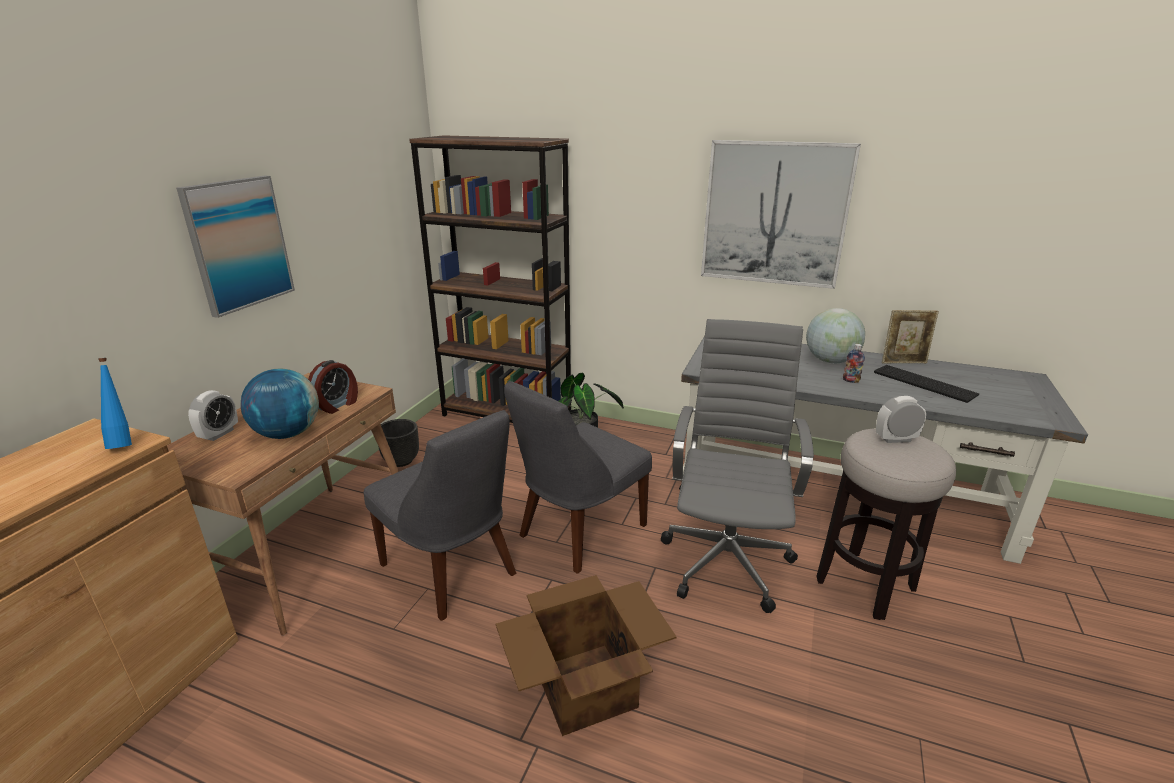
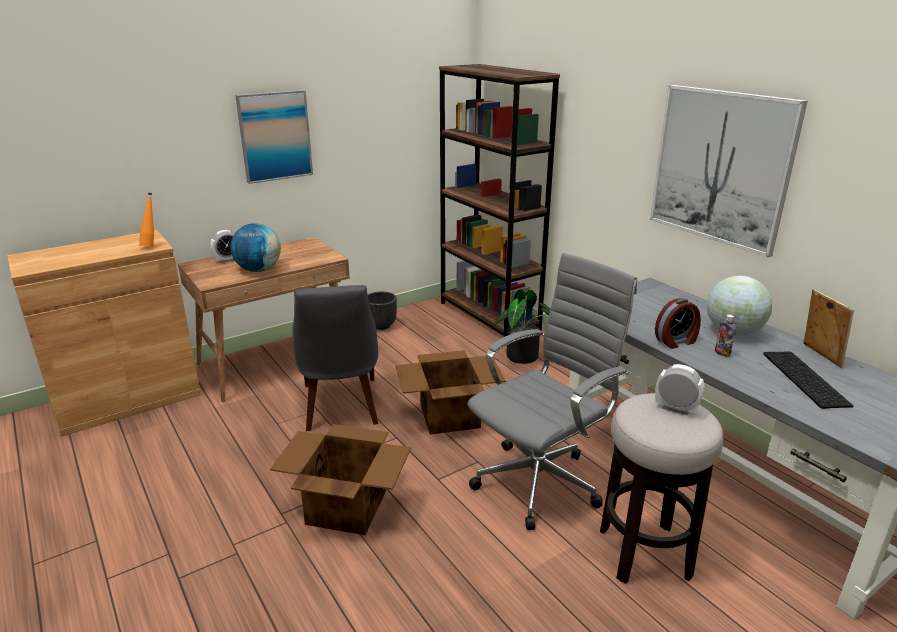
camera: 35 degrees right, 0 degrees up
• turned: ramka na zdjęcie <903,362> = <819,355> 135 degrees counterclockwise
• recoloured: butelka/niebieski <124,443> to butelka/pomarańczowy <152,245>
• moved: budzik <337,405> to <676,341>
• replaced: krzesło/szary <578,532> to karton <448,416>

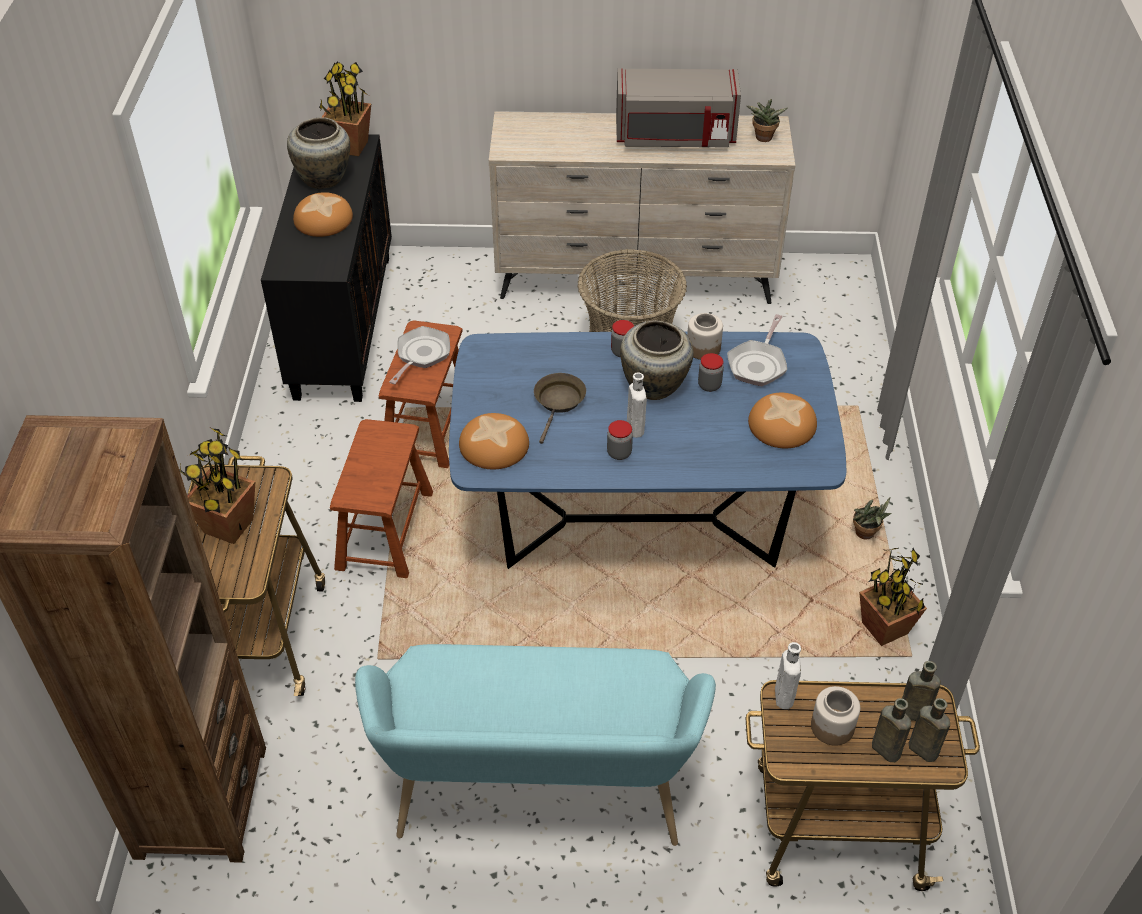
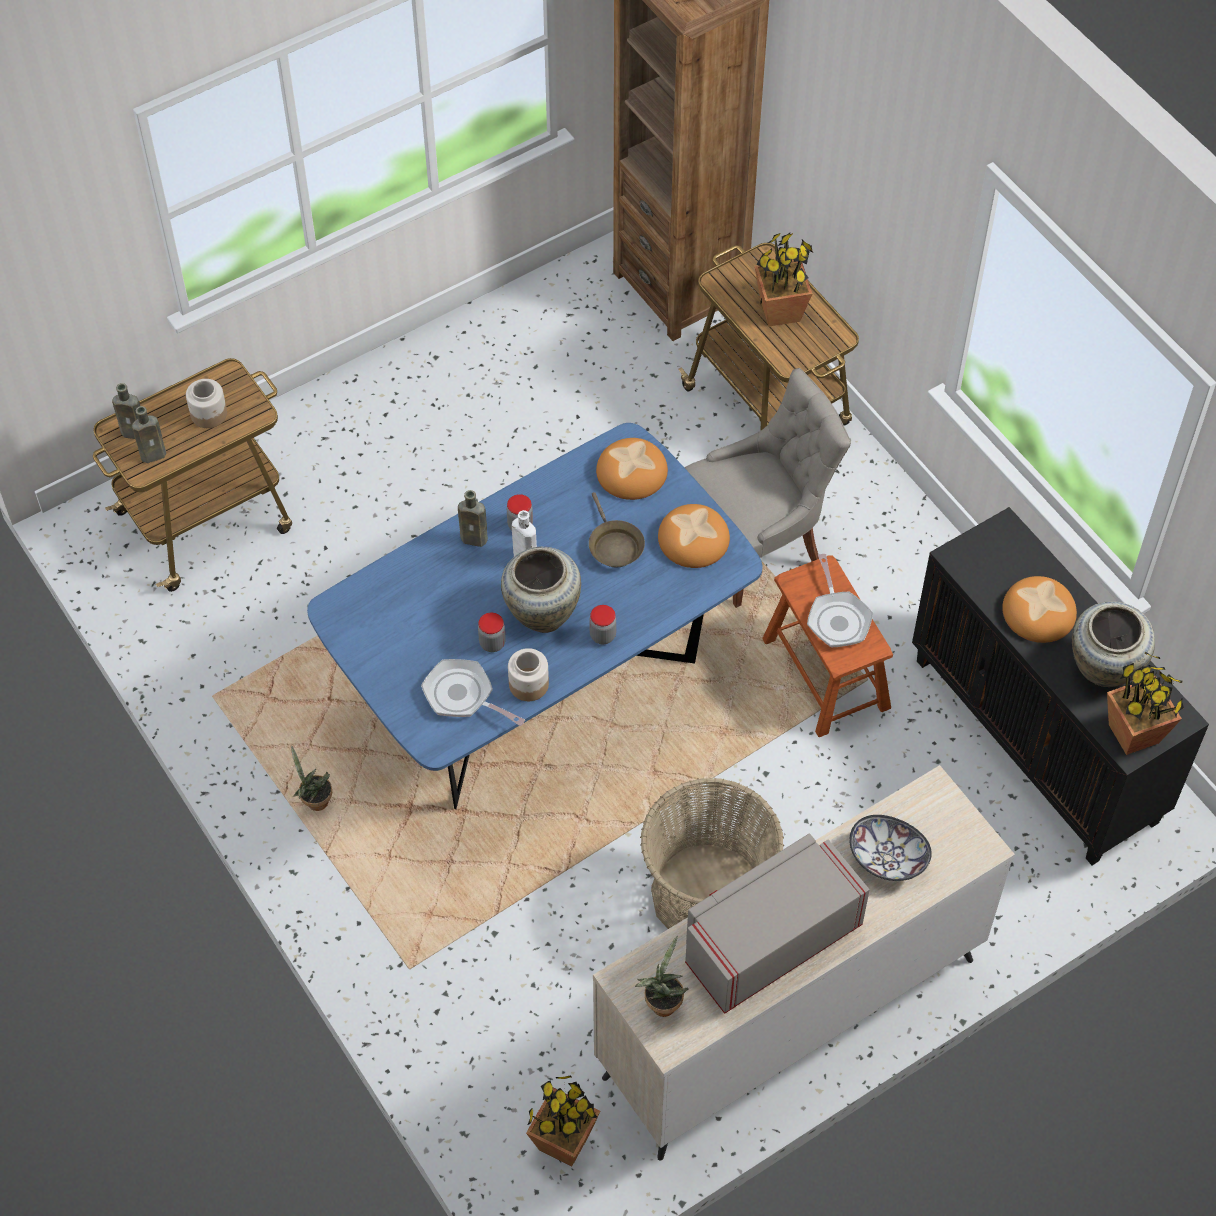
camera: 145 degrees right, 10 degrees up
• turned: patelnia <758,364> = <463,696> 45 degrees counterclockwise
• moved: chleb <781,424> to <694,540>
• replaced: stołek/brązowy <385,530> to krzesło/szary <757,547>
• moved: roślina doniczkowa <885,629> to <563,1142>
• removed: butelka/biały <784,698>
• removed: ławka/turkusowy <537,795>
• moved: butelka/brązowy <883,749> to <476,539>
• added: miska <887,859>

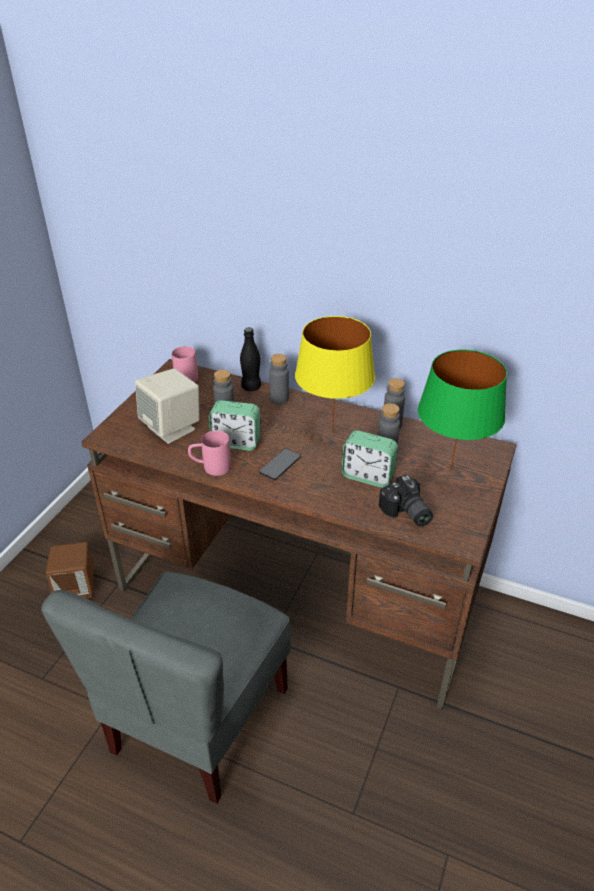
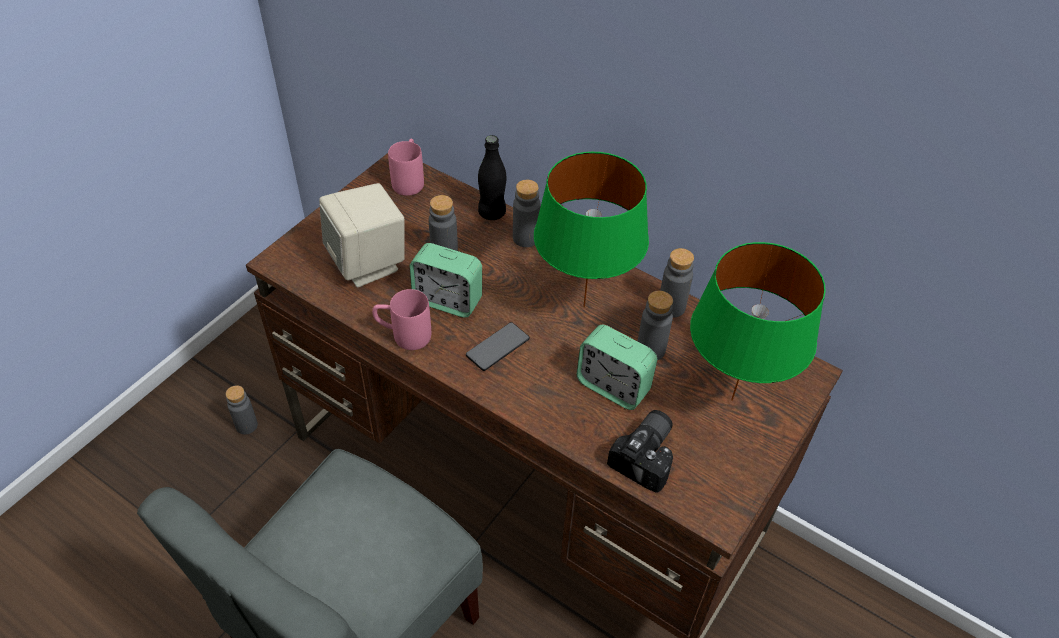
camera: 10 degrees right, 10 degrees up
• recoloured: lampa stołowa/żółty <332,433> to lampa stołowa/zielony <583,307>
• turned: aparat fotograficzny <406,513> = <648,456> 135 degrees counterclockwise
• replaced: głośnik/brązowy <77,588> to butelka/szary <246,425>

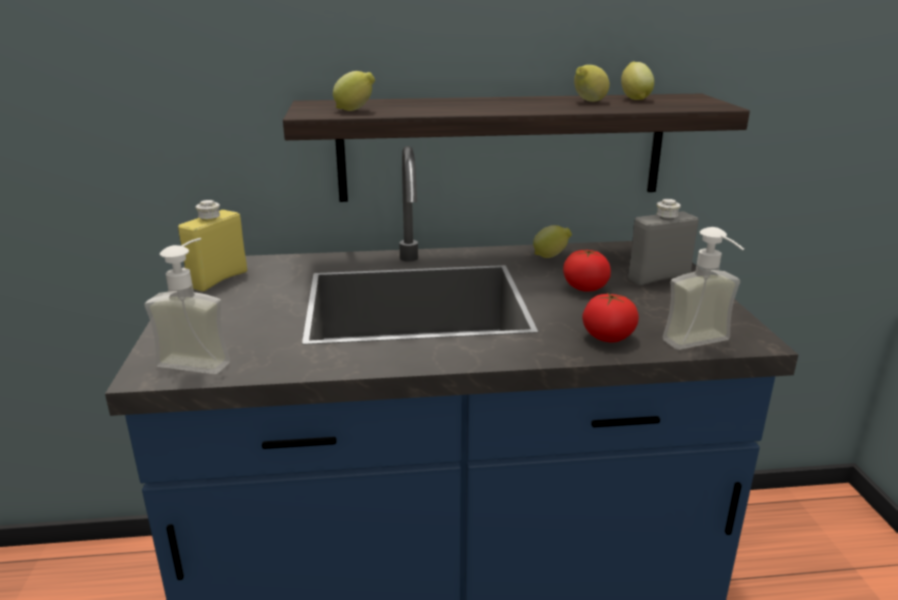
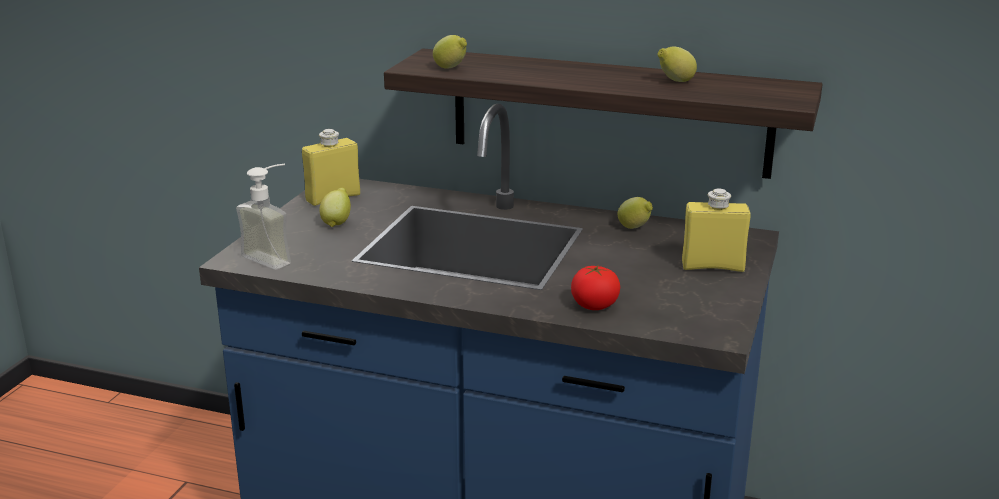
camera: 25 degrees right, 0 degrees up
• moved: cytryna <634,99> to <337,222>
• recoloured: butelka/szary <658,278> to butelka/żółty <712,266>
• removed: dozownik mydła <704,346>
• removed: pomidor <585,288>

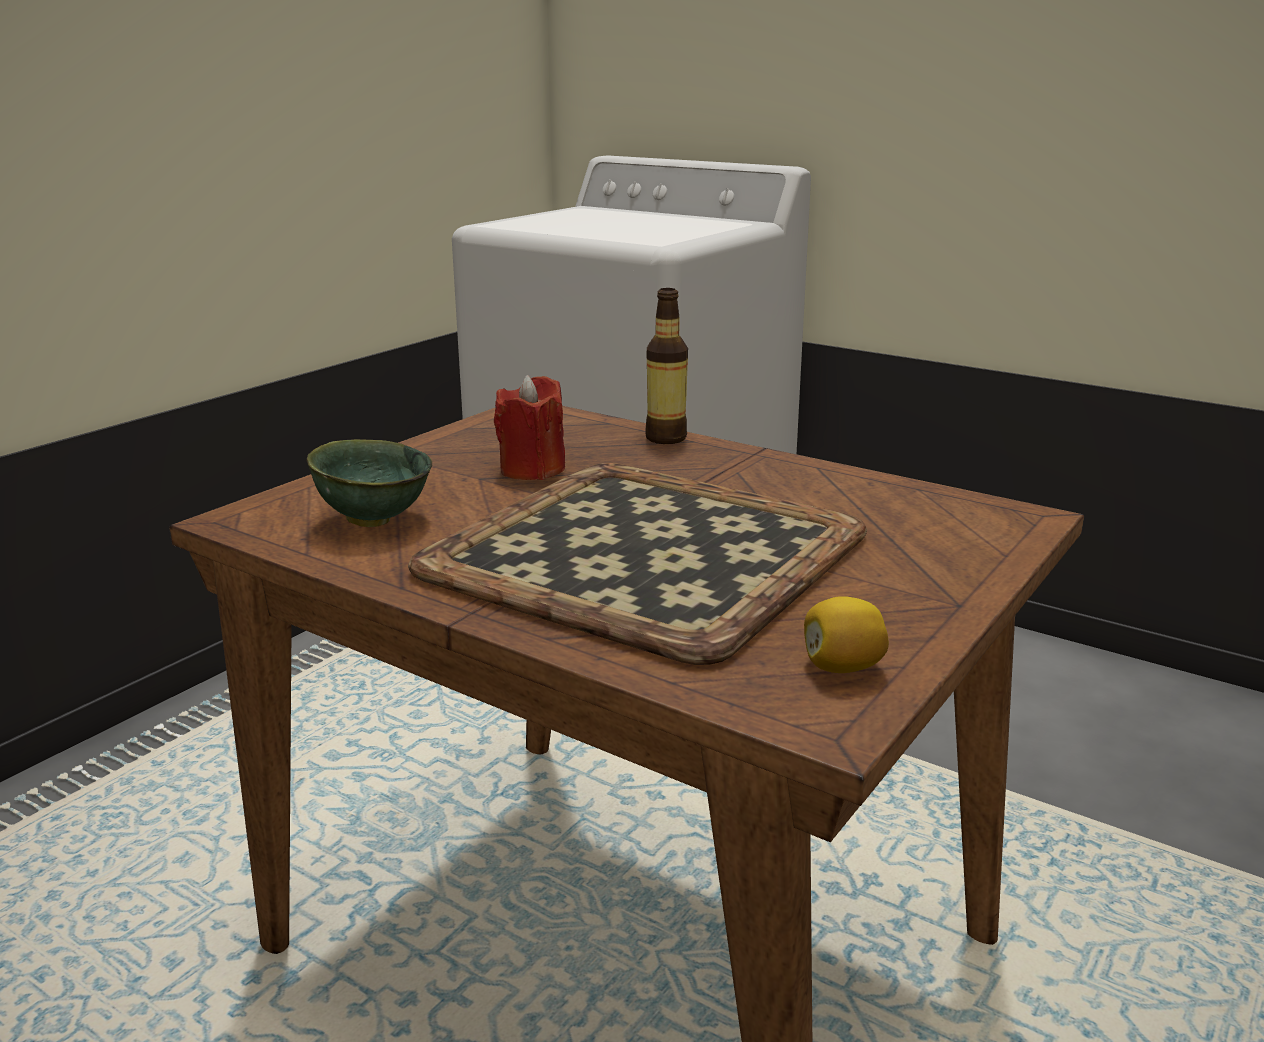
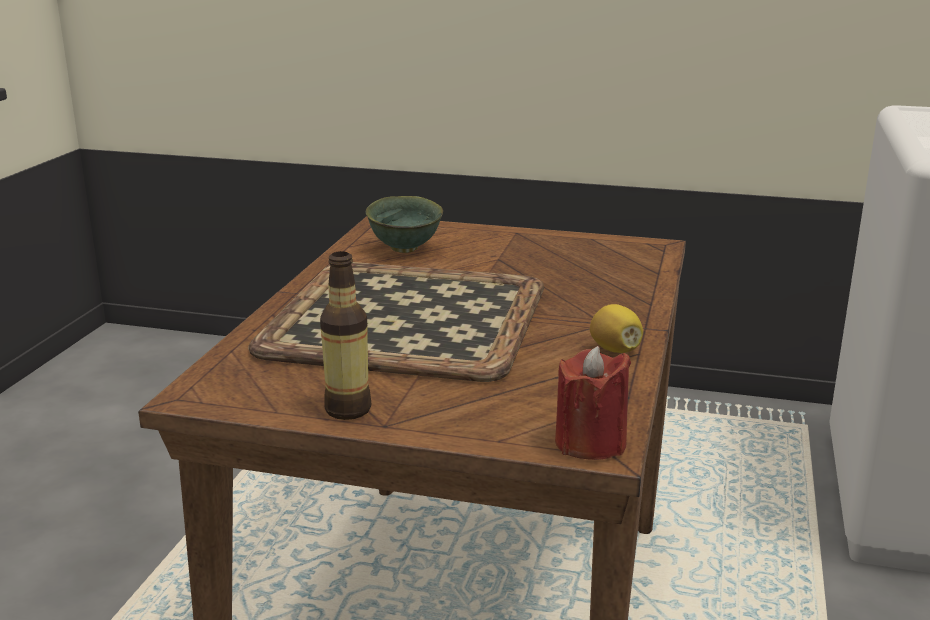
camera: 70 degrees right, 0 degrees up
• moved: butelka <665,438> to <348,409>
• moved: świeca/czerwony <532,469> to <590,443>
• moved: cytryna <841,667> to <615,350>

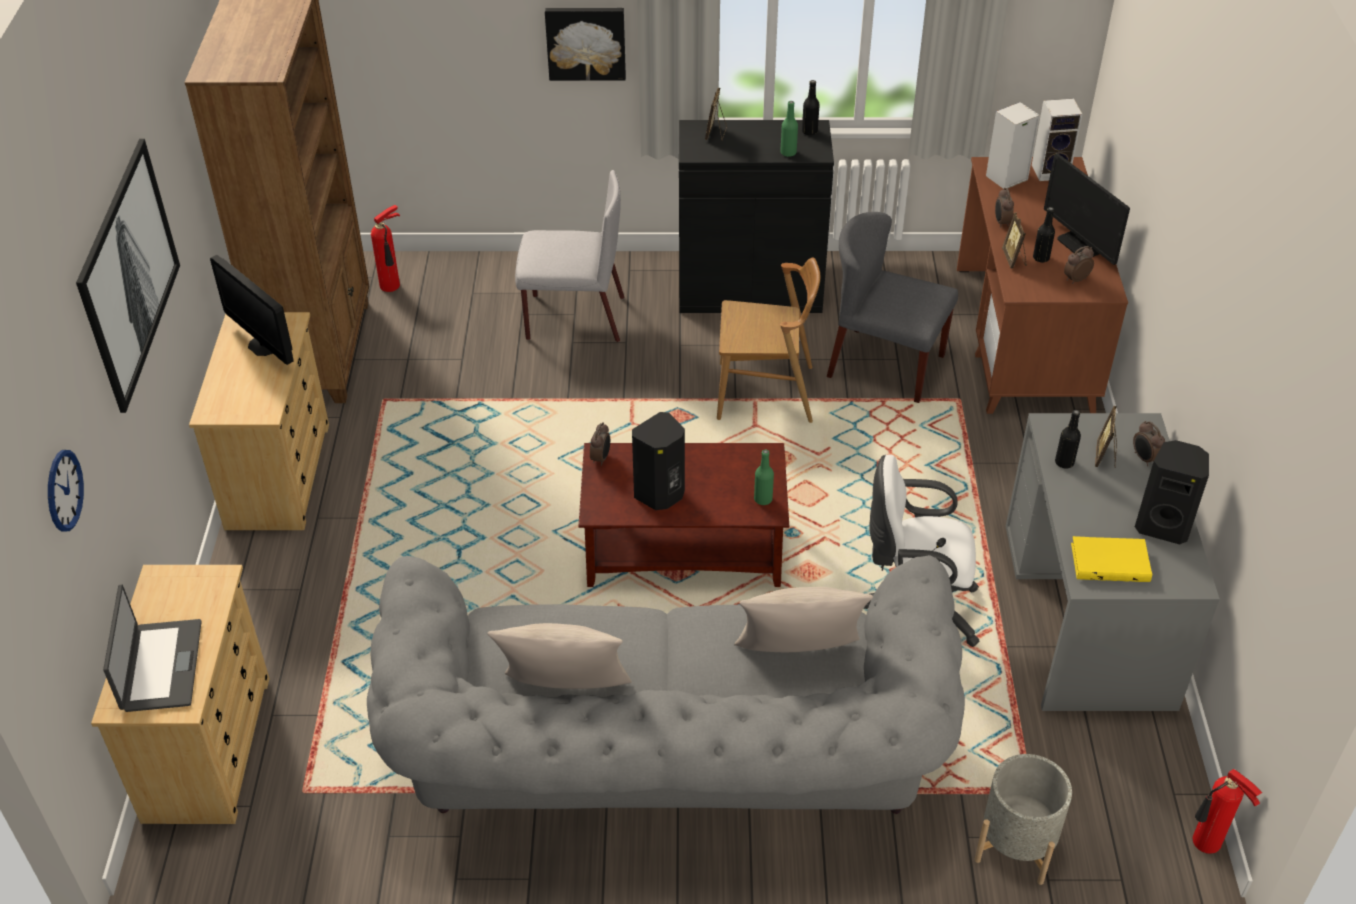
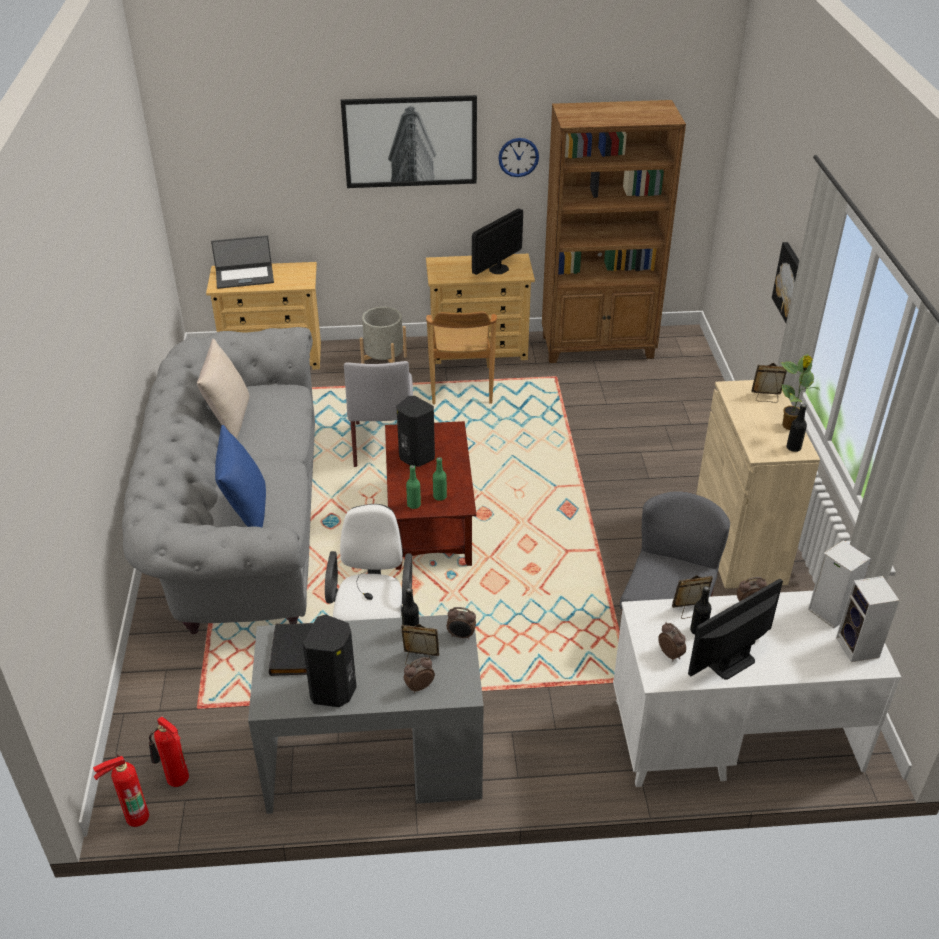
camera: 85 degrees right, 5 degrees down
• moved: butelka/zielony <788,153> to <440,496>
• recoloured: szafka/czarny <749,290> to szafka/beżowy <739,542>
• recoloured: biurko/brązowy <1025,340> to biurko/biały <733,735>
• moved: krzesło/szary <573,318> to <382,443>
• moved: gaśnica <392,286> to <177,780>
• moved: krzesło/brązowy <765,393> to <461,386>
• moved: budzik <601,458> to <461,636>
• moved: zegar ścienny <64,490> to <518,157>
• recoloured: książka/żółty <1110,561> to książka/czarny <294,652>
• recoloured: poduszka/beżowy <798,658> to poduszka/niebieski <246,512>
• moved: donica/szary <1016,845> to <384,362>
• added: roślina doniczkowa <789,426>

